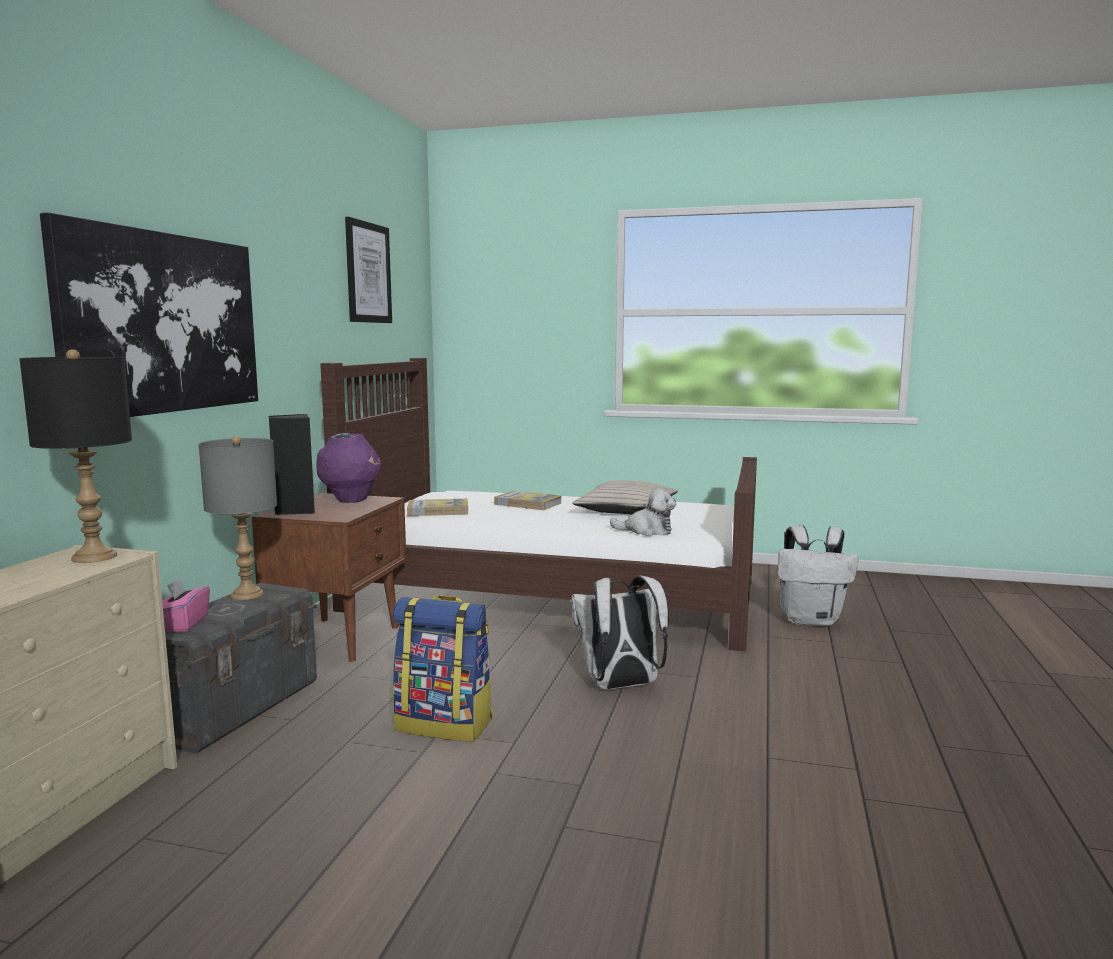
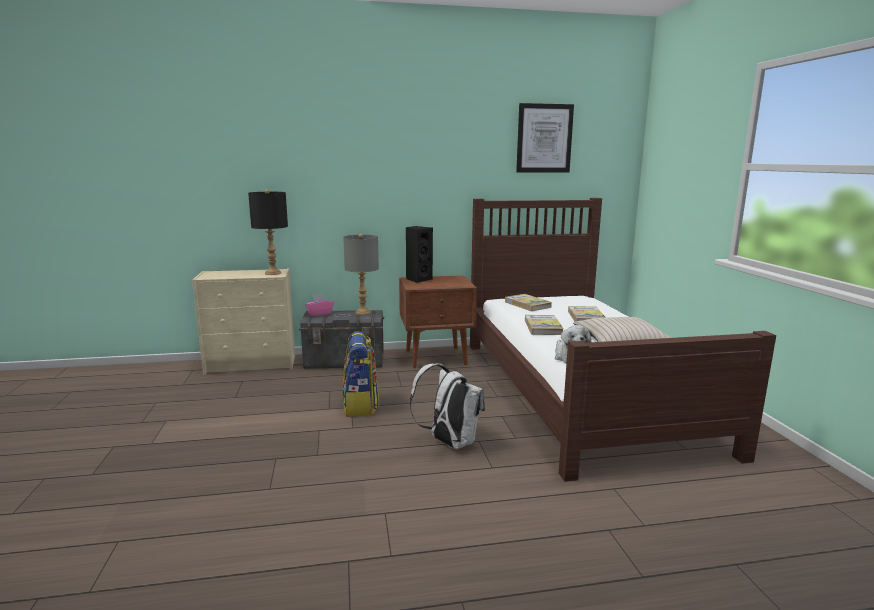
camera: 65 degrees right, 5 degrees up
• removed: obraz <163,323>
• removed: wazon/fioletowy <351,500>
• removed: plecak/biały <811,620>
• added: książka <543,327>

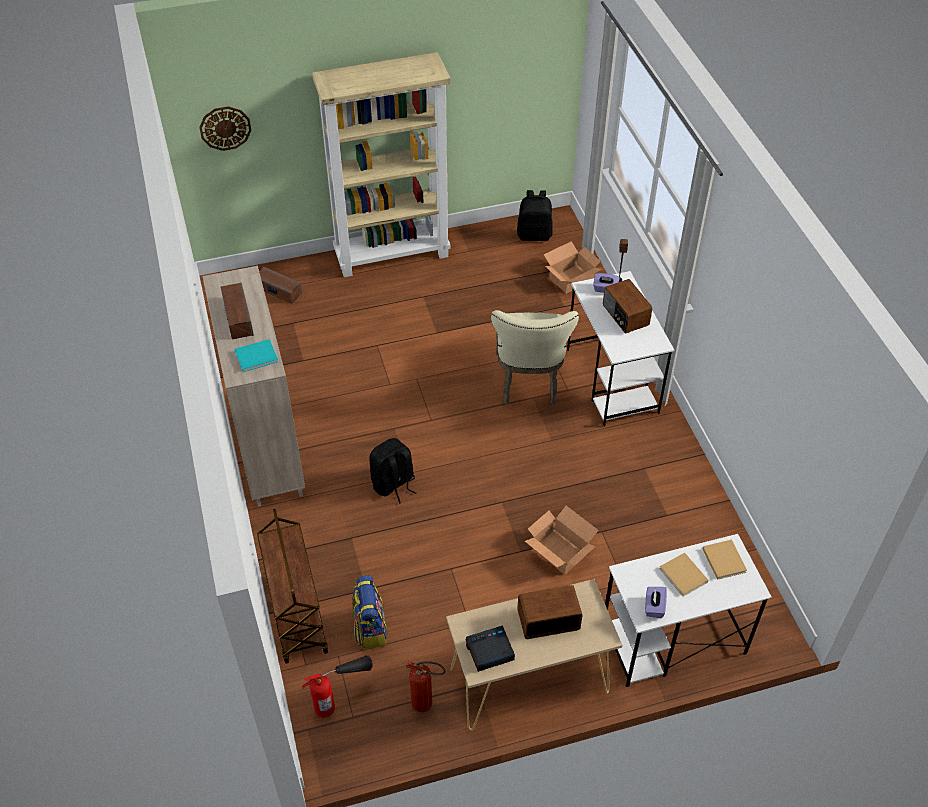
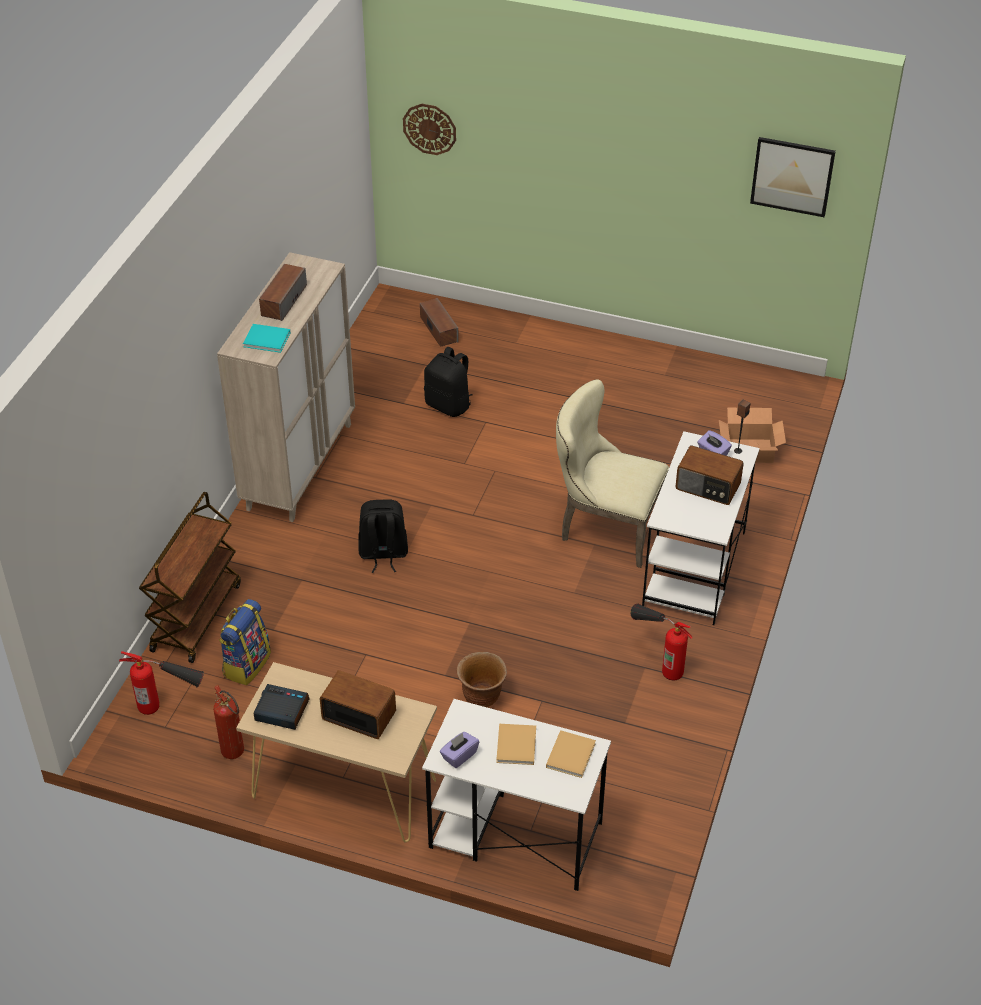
camera: 35 degrees right, 5 degrees down
• removed: regał/beżowy <392,254>
• moved: plecak/czarny <534,235> to <449,405>
• turned: radio <625,315> = <707,487> 75 degrees counterclockwise
• turned: krzesło/beżowy <529,382> = <604,528> 75 degrees clockwise
• replaced: karton <559,552> to donica/brązowy <481,696>
• added: obraz <792,176>
• added: gaśnica <658,660>

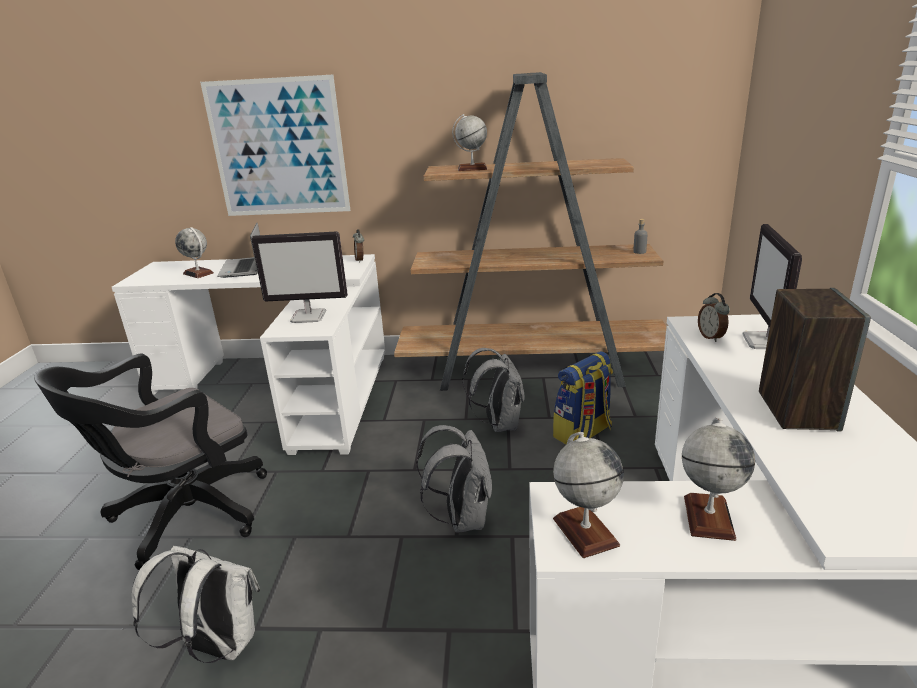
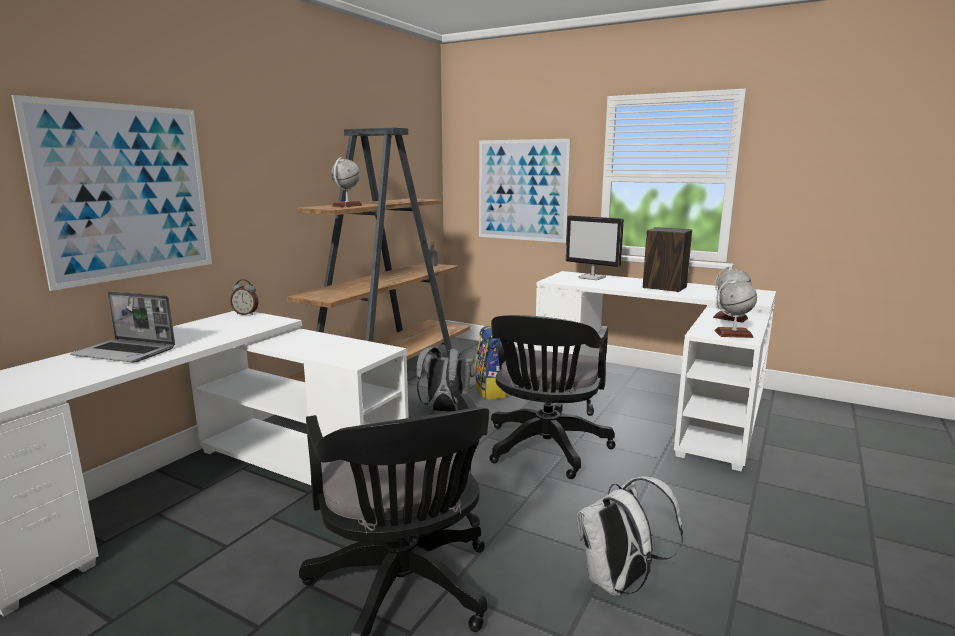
camera: 65 degrees left, 10 degrees down
• removed: globus <198,273>
• removed: monitor <309,316>
• removed: budzik <711,337>
• replaced: plecak/szary <462,518> to krzesło biurowe/czarny <545,450>
• added: obraz <522,190>

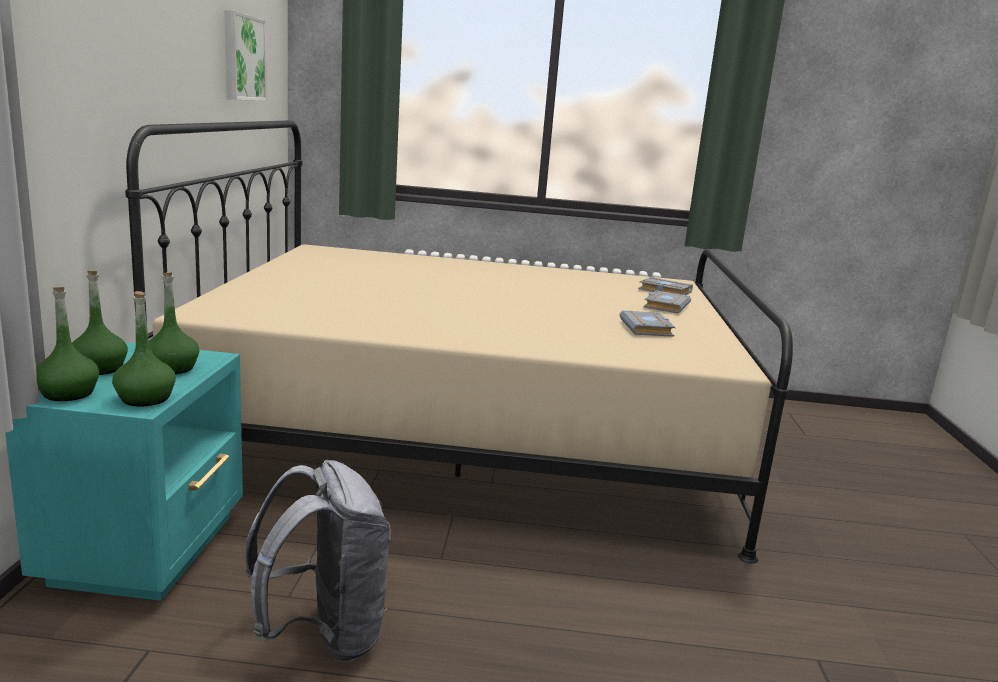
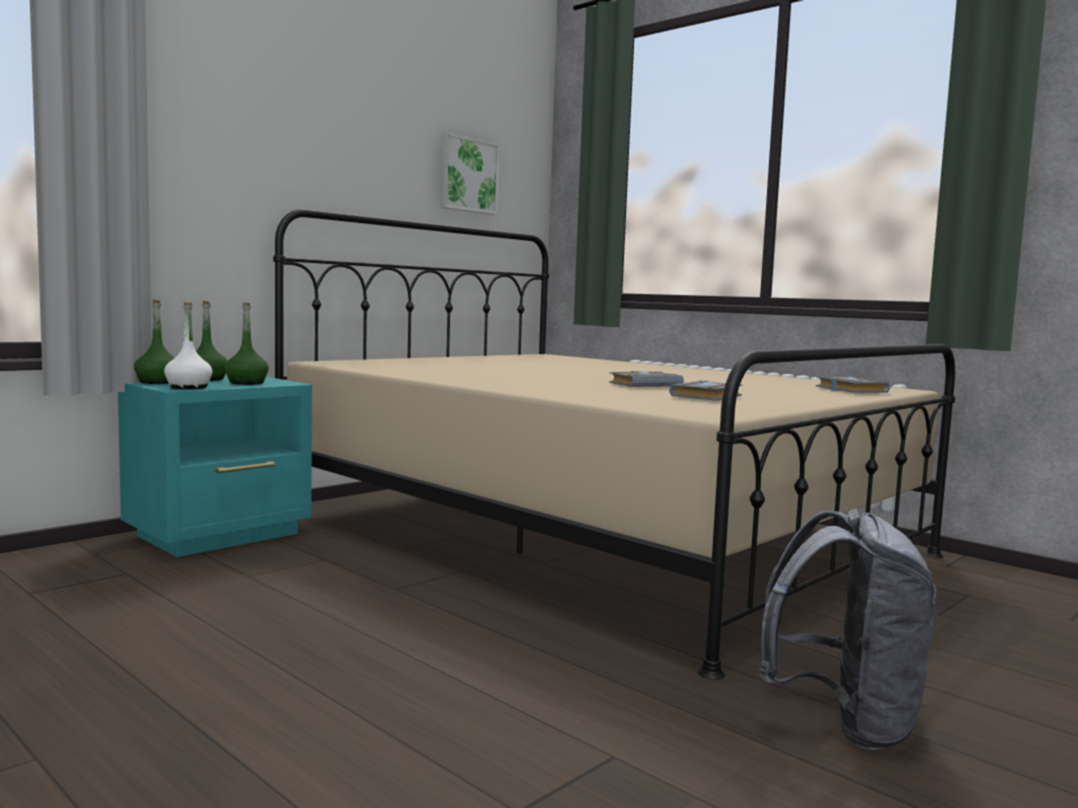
camera: 40 degrees right, 10 degrees down
• moved: książka/szary <665,306> to <645,385>
• recoloured: butelka/zielony <146,398> to butelka/biały <188,387>
• moved: plecak/szary <323,635> to <844,722>

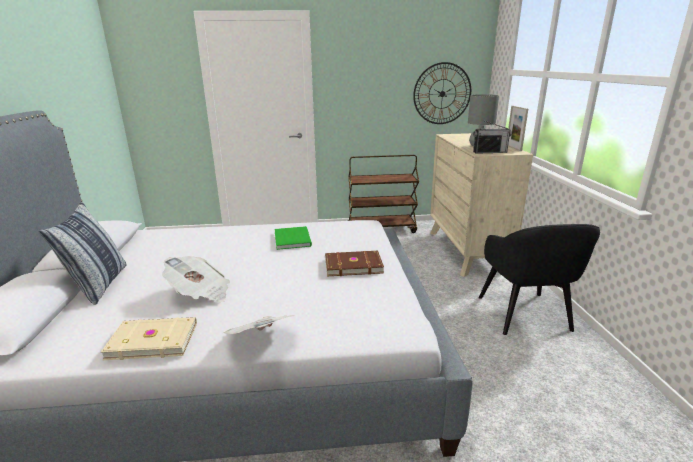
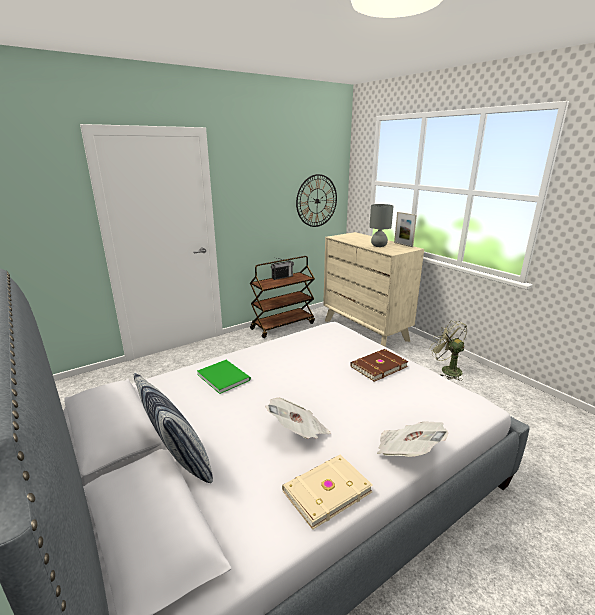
camera: 30 degrees left, 0 degrees up
• moved: radio <489,152> to <282,277>
• replaced: fotel/czarny <524,314> to wentylator/zielony <447,370>
• moved: książka/zielony <293,238> to <223,376>

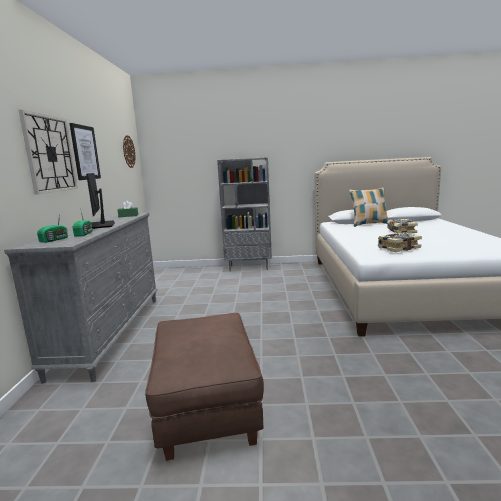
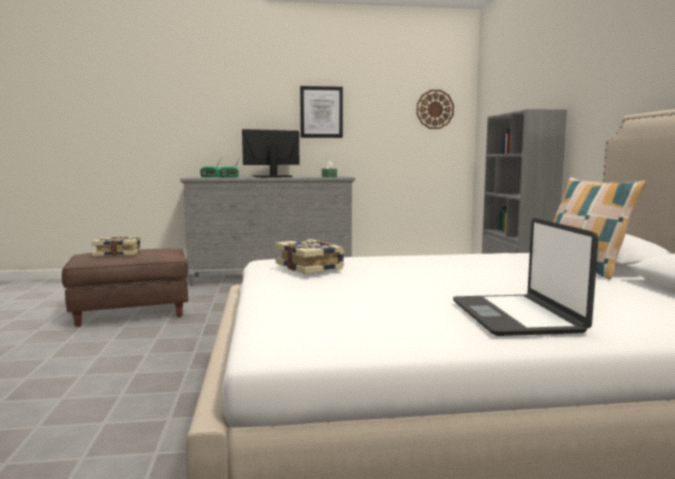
camera: 80 degrees right, 5 degrees down
• removed: zegar ścienny <50,154>
• moved: książka <400,231> to <118,253>
• added: laptop <517,316>

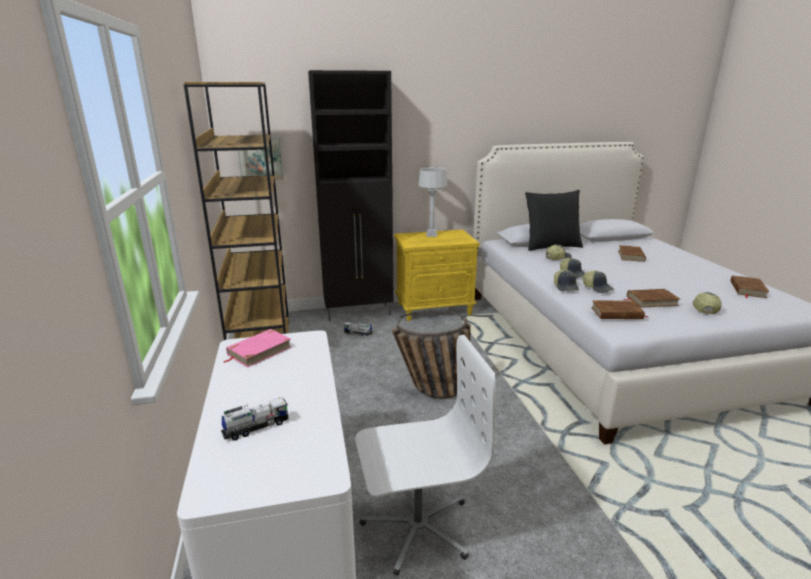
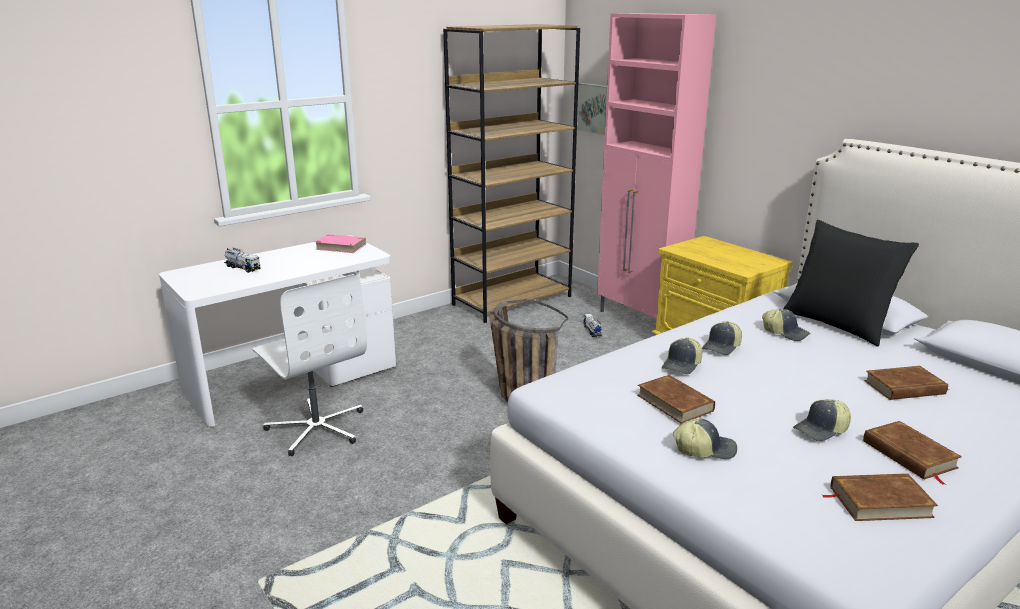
camera: 65 degrees right, 0 degrees up
• recoloured: szafka/czarny <359,312> to szafka/różowy <640,320>
• removed: lampa stołowa/szary <431,235>
• moved: czapka z daszkiem <565,287> to <822,430>
• moved: książka/brązowy <617,313> to <909,455>

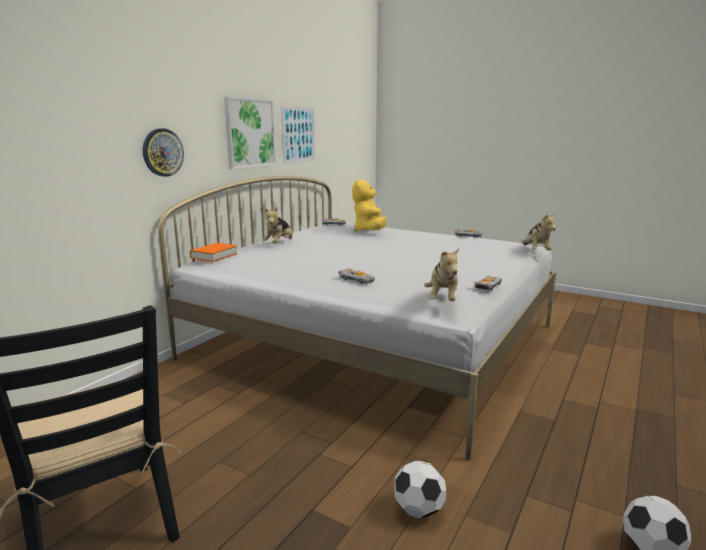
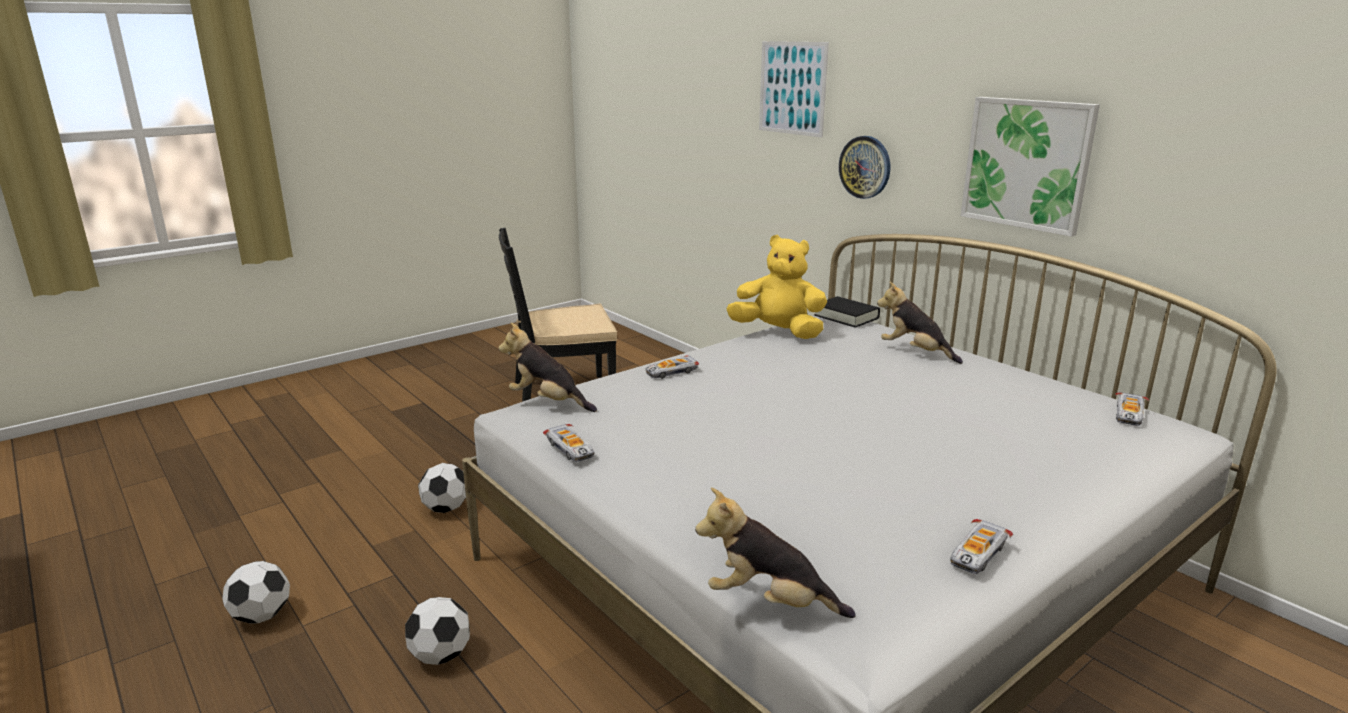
camera: 110 degrees right, 5 degrees up
• moved: obraz <298,134> to <792,88>
• moved: pluszak/żółty <370,231> to <778,332>
• recoloured: książka/pomarańczowy <214,256> to książka/czarny <846,317>
• added: piłka futbolowa <441,655>

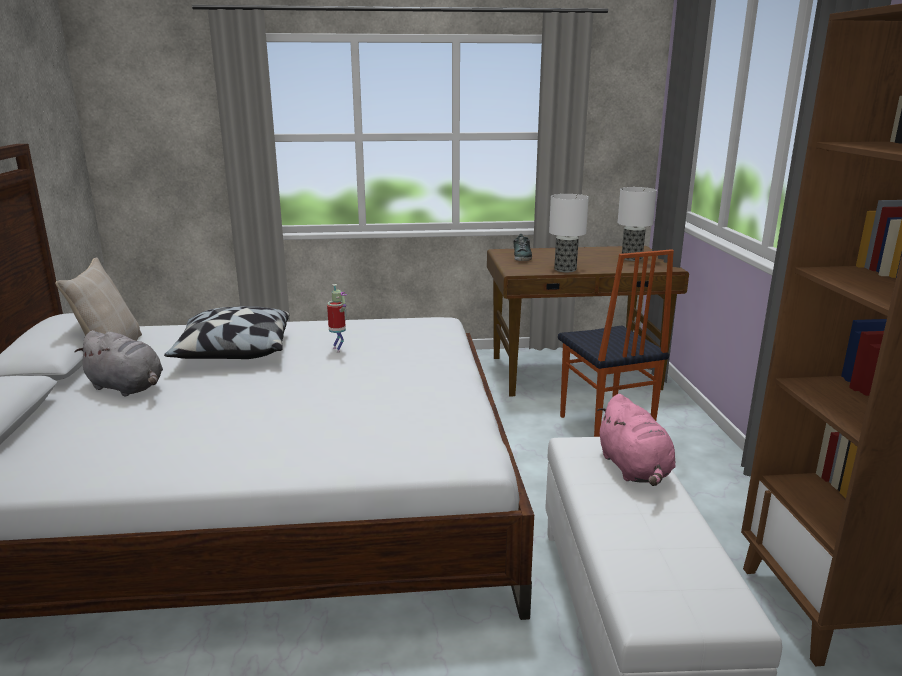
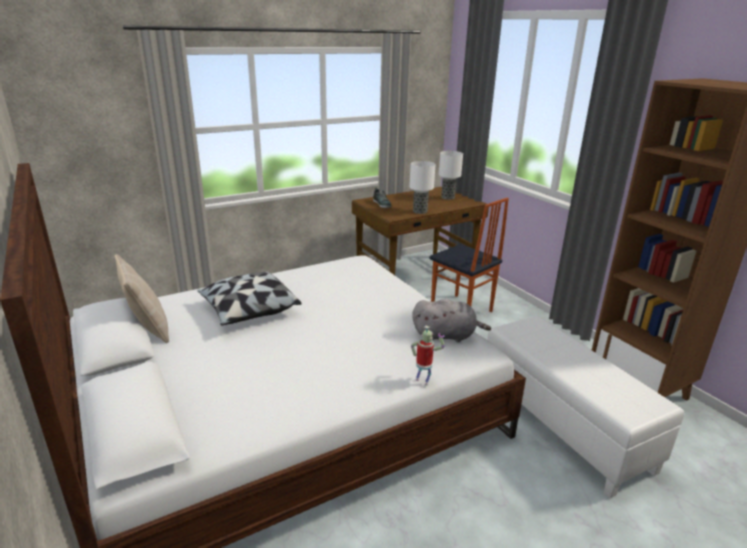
camera: 25 degrees left, 5 degrees up
• moved: robot zabawkowy <339,350> to <423,381>
• moved: pluszak/szary <128,388> to <446,336>
• removed: pluszak/różowy <634,469>

